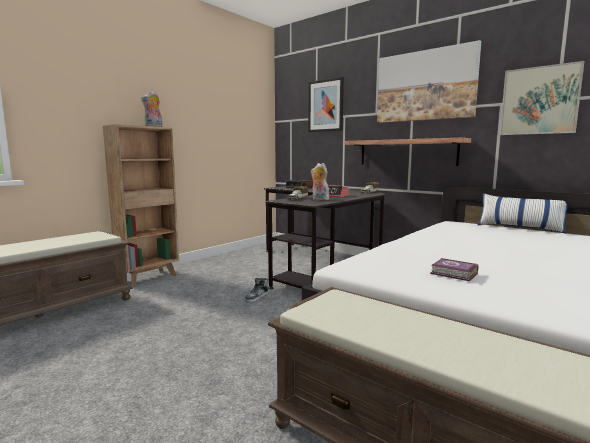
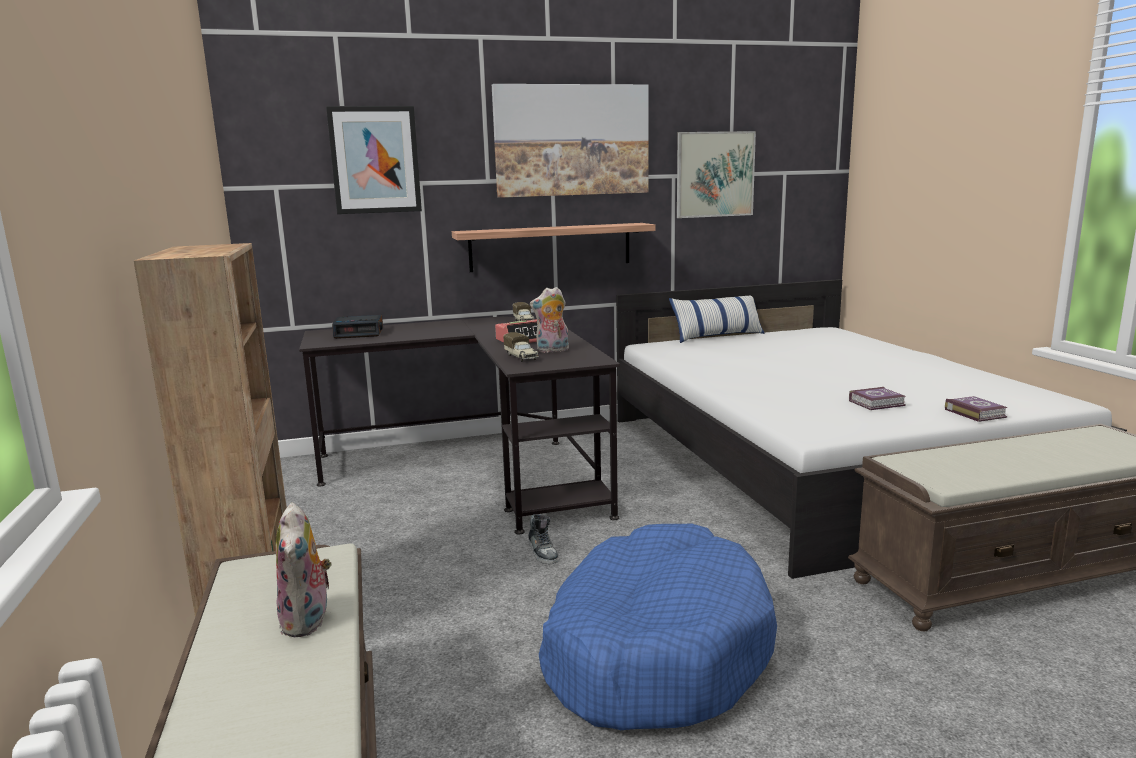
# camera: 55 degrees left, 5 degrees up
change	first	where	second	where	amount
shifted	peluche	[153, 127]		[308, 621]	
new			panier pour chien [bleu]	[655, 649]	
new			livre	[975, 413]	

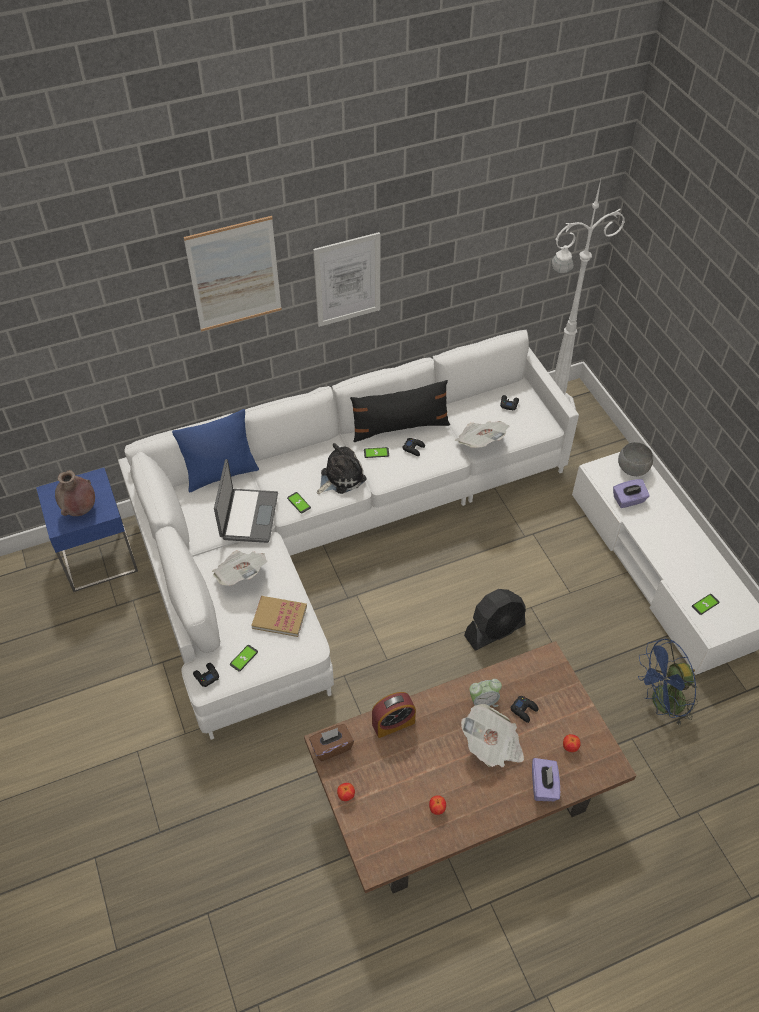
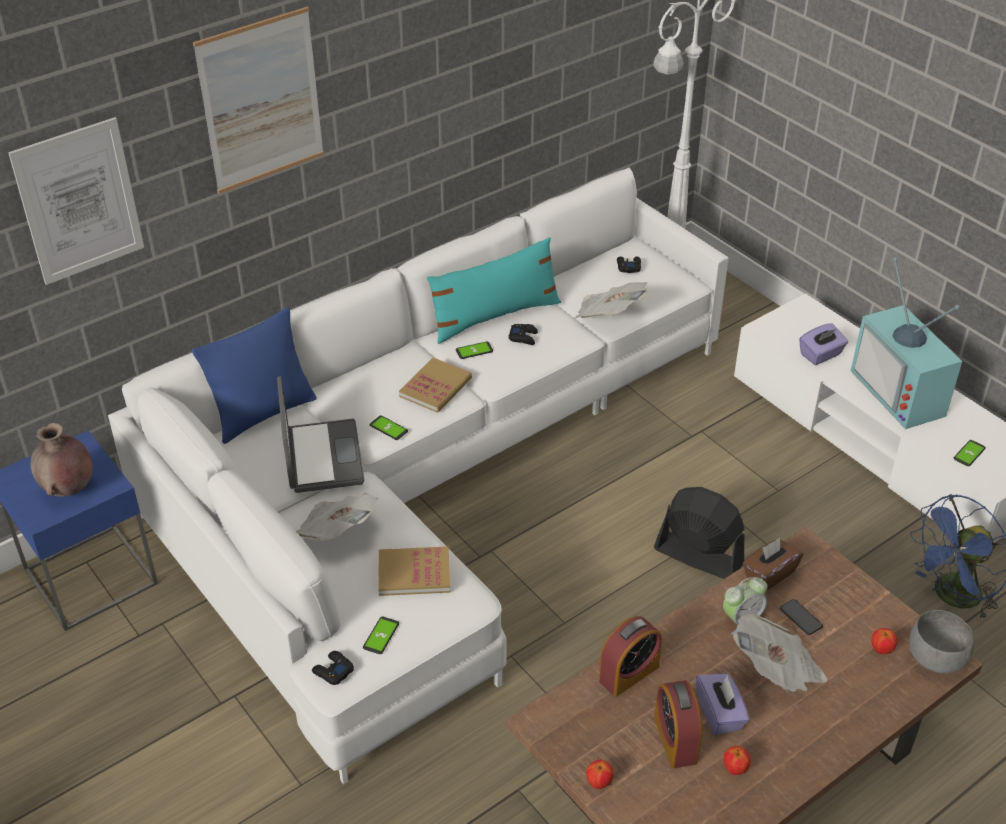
# camera: 15 degrees left, 10 degrees down
change	first	where	second	where	amount
shifted	boîte à mouchoirs [marron]	[331, 747]		[769, 574]	
shifted	tableau	[347, 280]		[79, 201]	
swapped	peluche	[340, 477]	livre	[435, 387]	
repainted	coussin [noir]	[400, 427]	coussin [turquoise]	[494, 316]	
rotated	ventilateur [noir]	[495, 630]		[698, 556]	105 degrees counterclockwise
swapped	manette [noir]	[524, 710]	téléphone	[801, 618]	
shifted	boîte à mouchoirs [violet]	[544, 786]		[720, 714]	
shifted	bol [gris]	[632, 468]		[934, 658]	
new			réveil	[675, 740]	
new			téléviseur	[902, 392]	

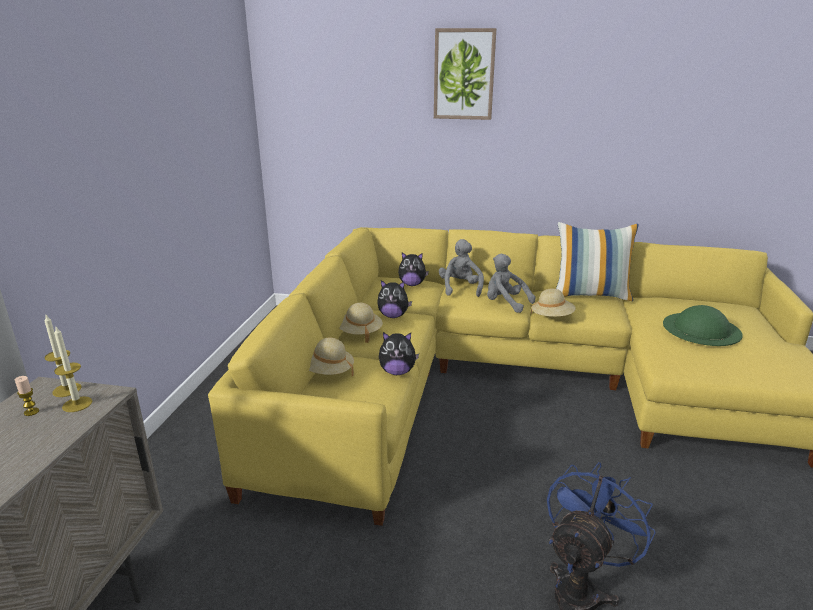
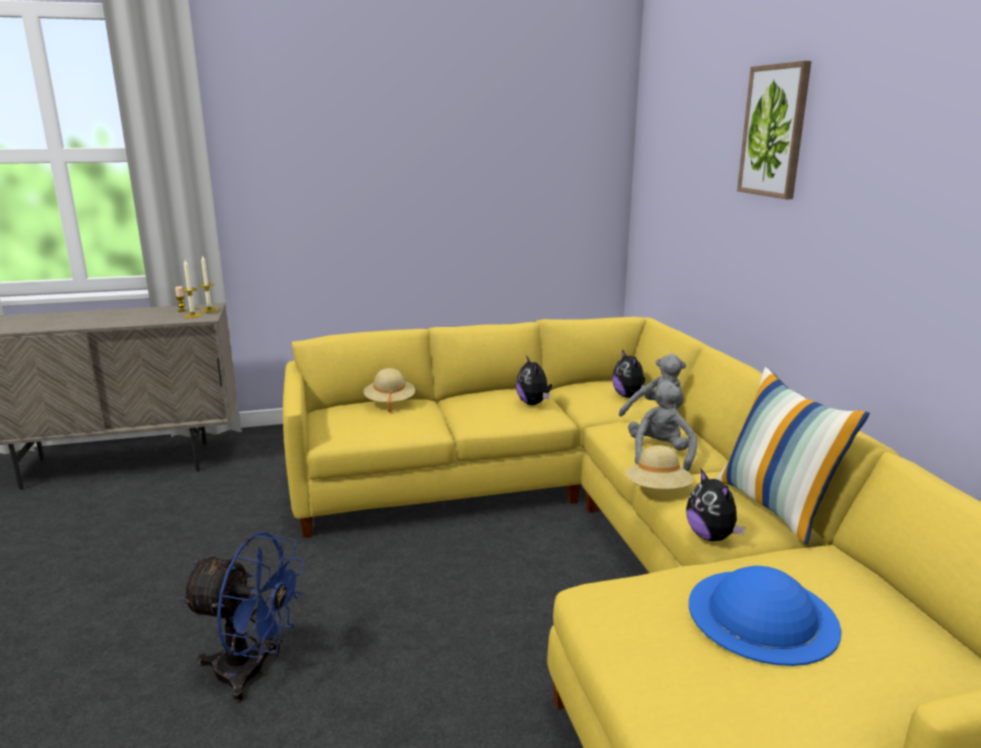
# camera: 65 degrees right, 5 degrees down
change	first	where	second	where	amount
gone	chapeau [beige]	[359, 333]			
shifted	peluche	[397, 372]		[711, 536]	
repainted	chapeau [vert]	[701, 329]	chapeau [bleu]	[762, 615]	

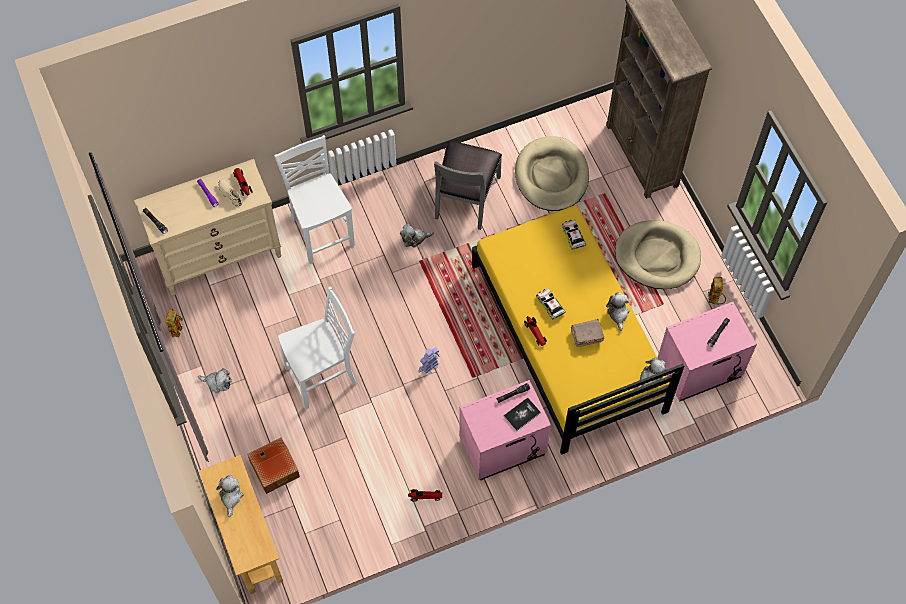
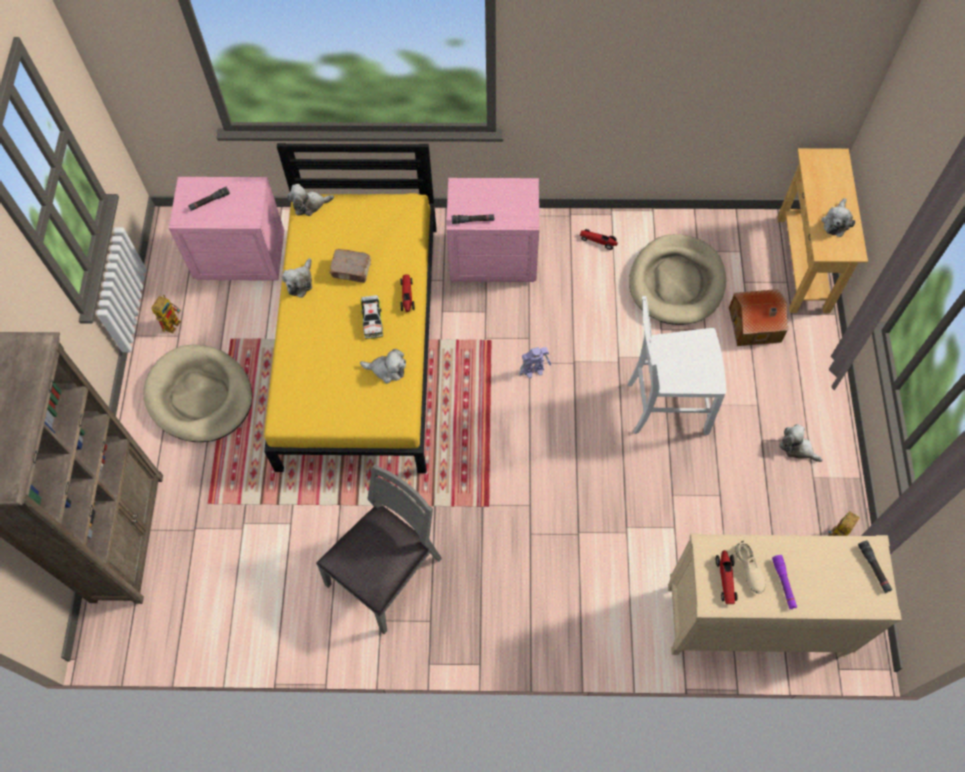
# camera: 155 degrees left, 0 degrees up
change	first	where	second	where	amount
gone	chaise [blanc]	[321, 231]			
shifted	peluche	[414, 238]		[387, 369]	
gone	livre	[522, 414]			
shifted	panier pour chien [beige]	[551, 176]		[677, 282]	
gone	petite voiture	[573, 236]			

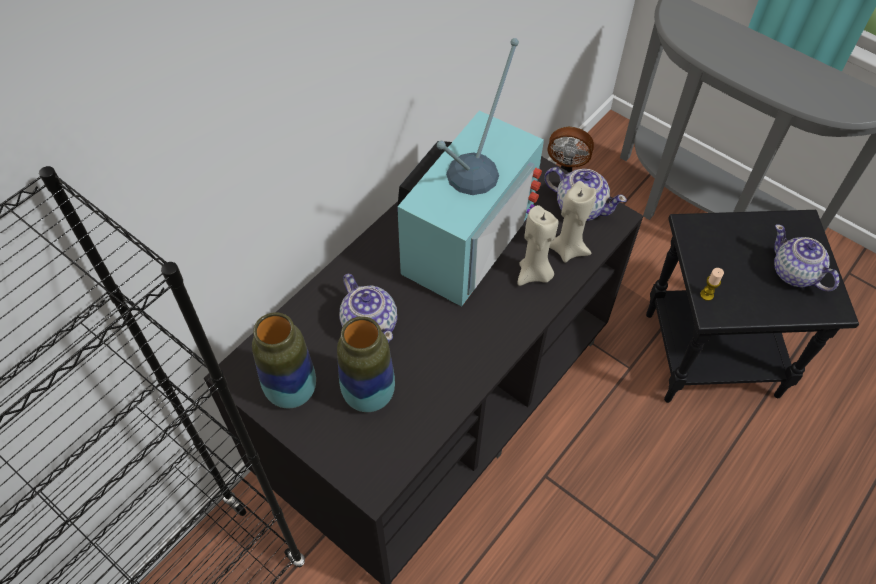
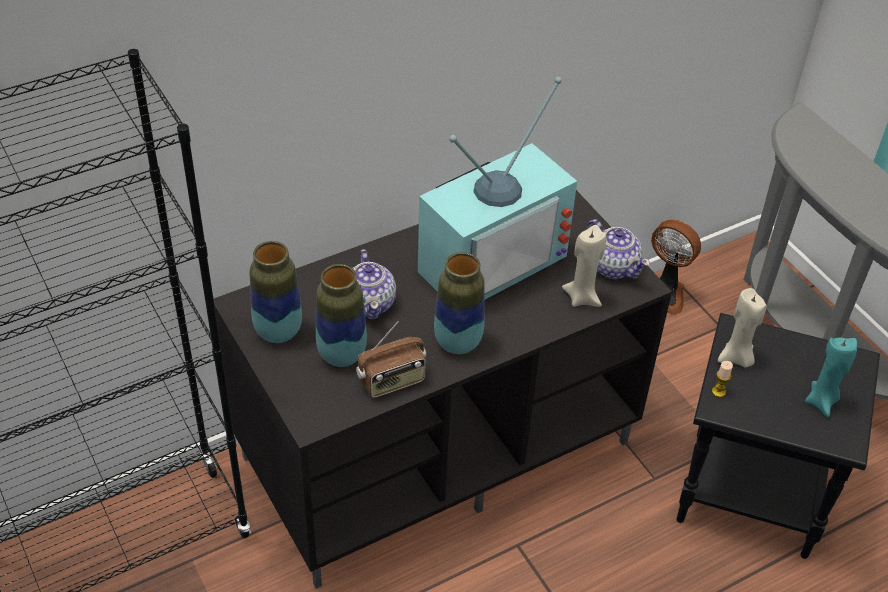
# camera: 20 degrees right, 10 degrees down
change	first	where	second	where	amount
shifted	bougie [beige]	[534, 274]		[736, 358]	
swapped	théière	[794, 273]	bougie [turquoise]	[822, 401]	
new			radio	[392, 381]	
new			vase	[458, 342]	

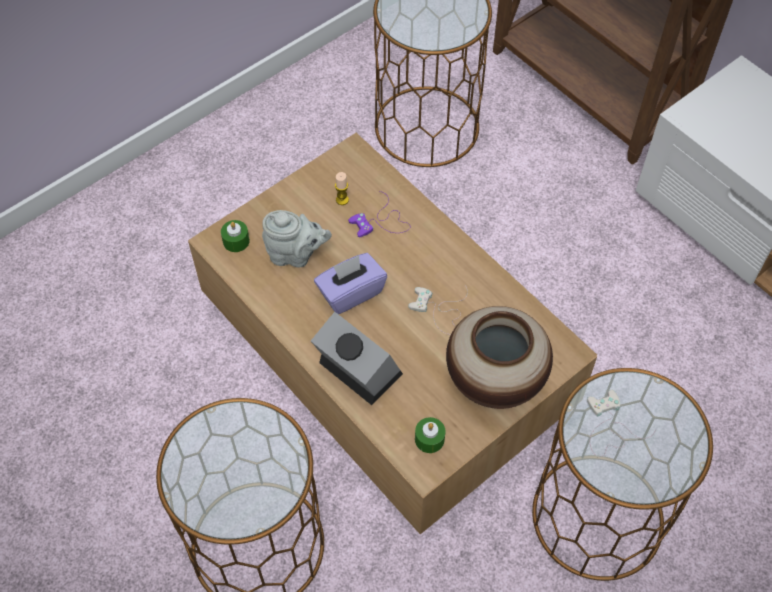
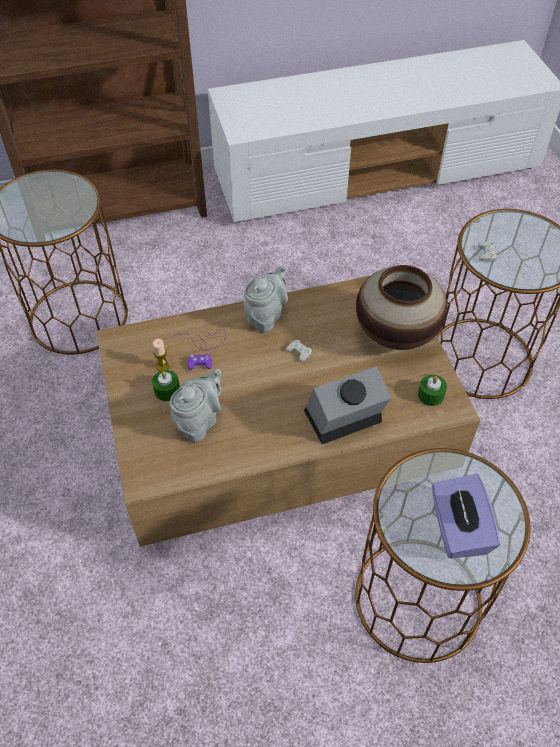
# camera: 65 degrees left, 5 degrees down
change	first	where	second	where	amount
shifted	bougie [vert]	[236, 241]		[167, 390]	
shifted	boîte à mouchoirs [violet]	[350, 293]		[457, 529]	
new			théière [gris]	[266, 316]	

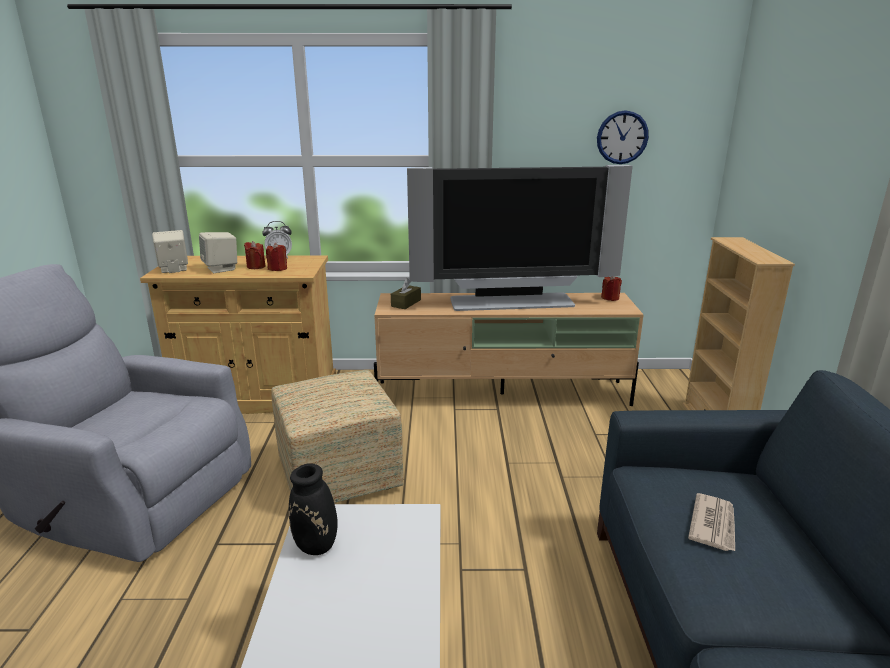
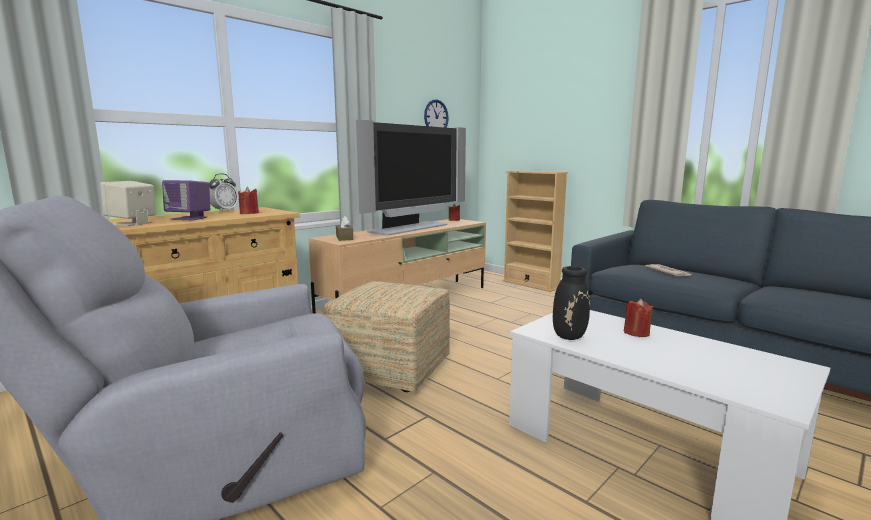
# camera: 45 degrees left, 10 degrees down
change	first	where	second	where	amount
repainted	enceinte [beige]	[221, 269]	enceinte [violet]	[190, 218]	
shifted	bougie [rouge]	[256, 266]		[636, 332]	

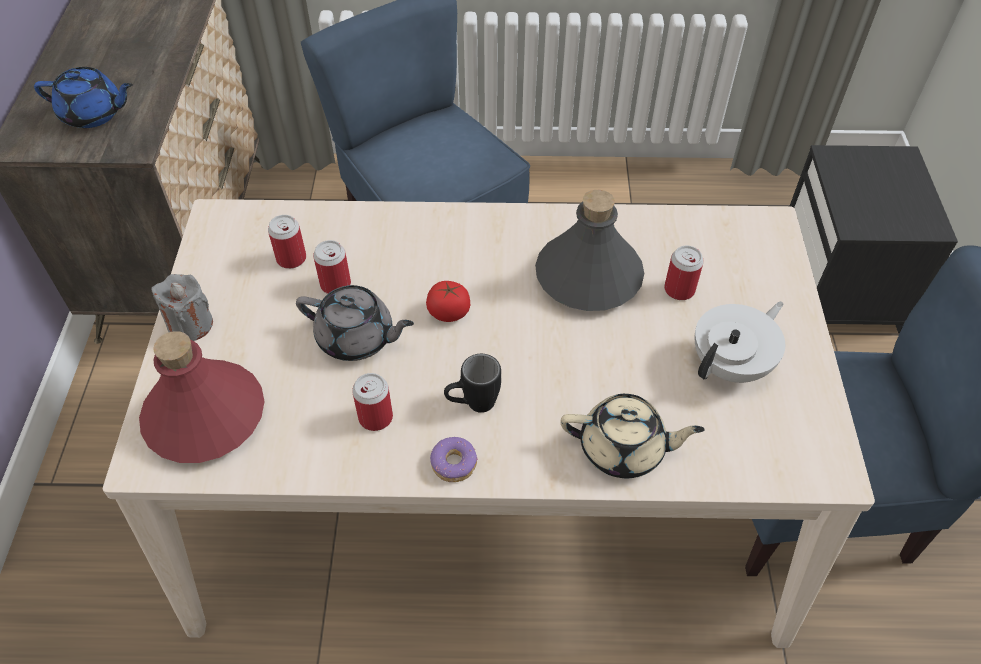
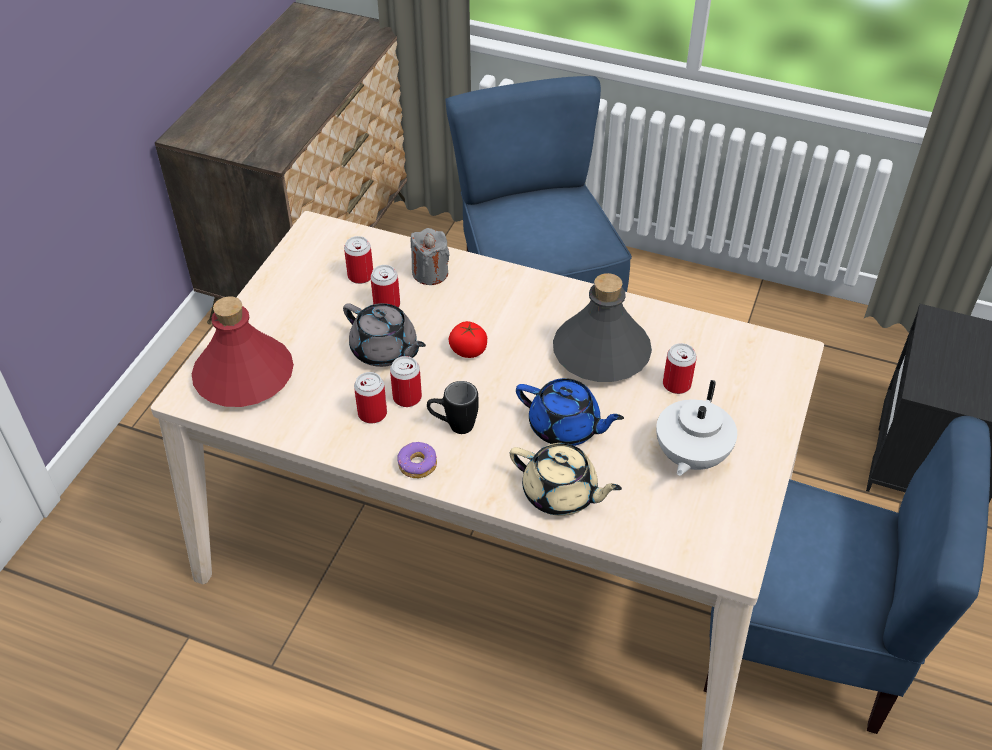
# camera: 20 degrees right, 5 degrees down
change	first	where	second	where	amount
shifted	théière [bleu]	[94, 114]		[565, 427]	
shifted	bougie [gris]	[190, 325]		[430, 273]	
rotated	théière [blanc]	[731, 365]		[690, 456]	135 degrees clockwise
new			boîte métallique	[407, 397]	

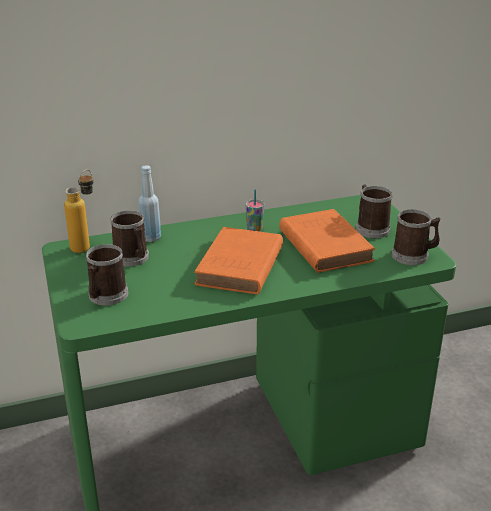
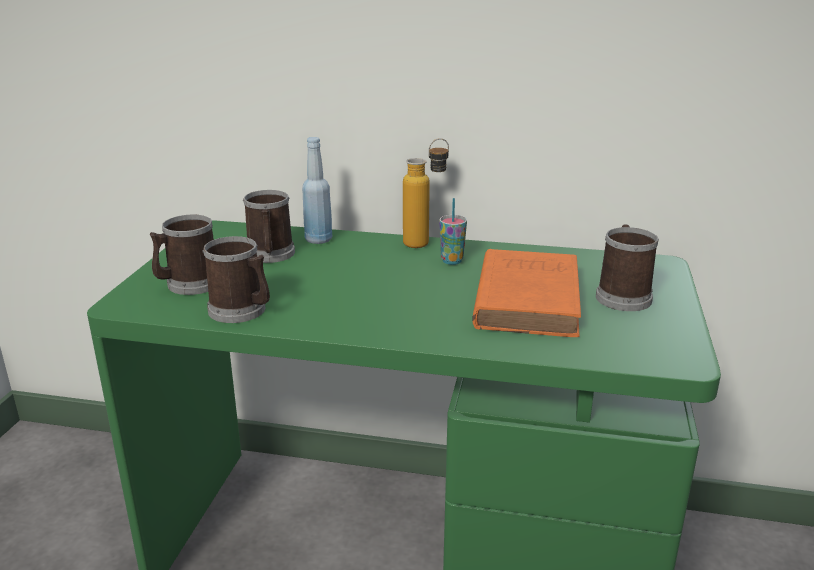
# camera: 30 degrees right, 5 degrees down
change	first	where	second	where	amount
shifted	bouteille	[86, 245]		[425, 242]	
gone	livre [orange]	[239, 267]			
shifted	mug	[414, 255]		[242, 311]	

